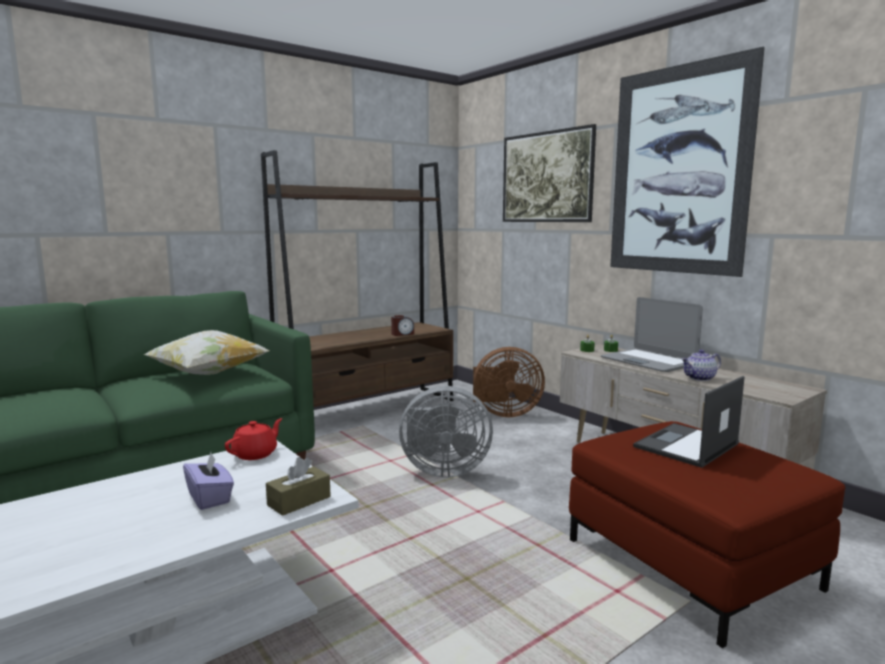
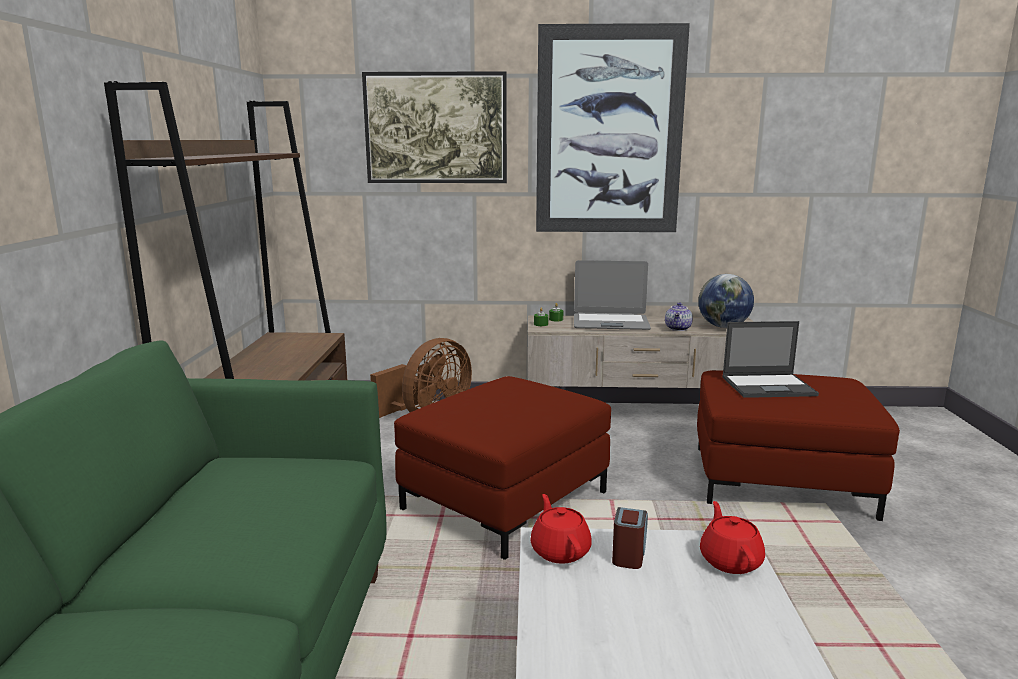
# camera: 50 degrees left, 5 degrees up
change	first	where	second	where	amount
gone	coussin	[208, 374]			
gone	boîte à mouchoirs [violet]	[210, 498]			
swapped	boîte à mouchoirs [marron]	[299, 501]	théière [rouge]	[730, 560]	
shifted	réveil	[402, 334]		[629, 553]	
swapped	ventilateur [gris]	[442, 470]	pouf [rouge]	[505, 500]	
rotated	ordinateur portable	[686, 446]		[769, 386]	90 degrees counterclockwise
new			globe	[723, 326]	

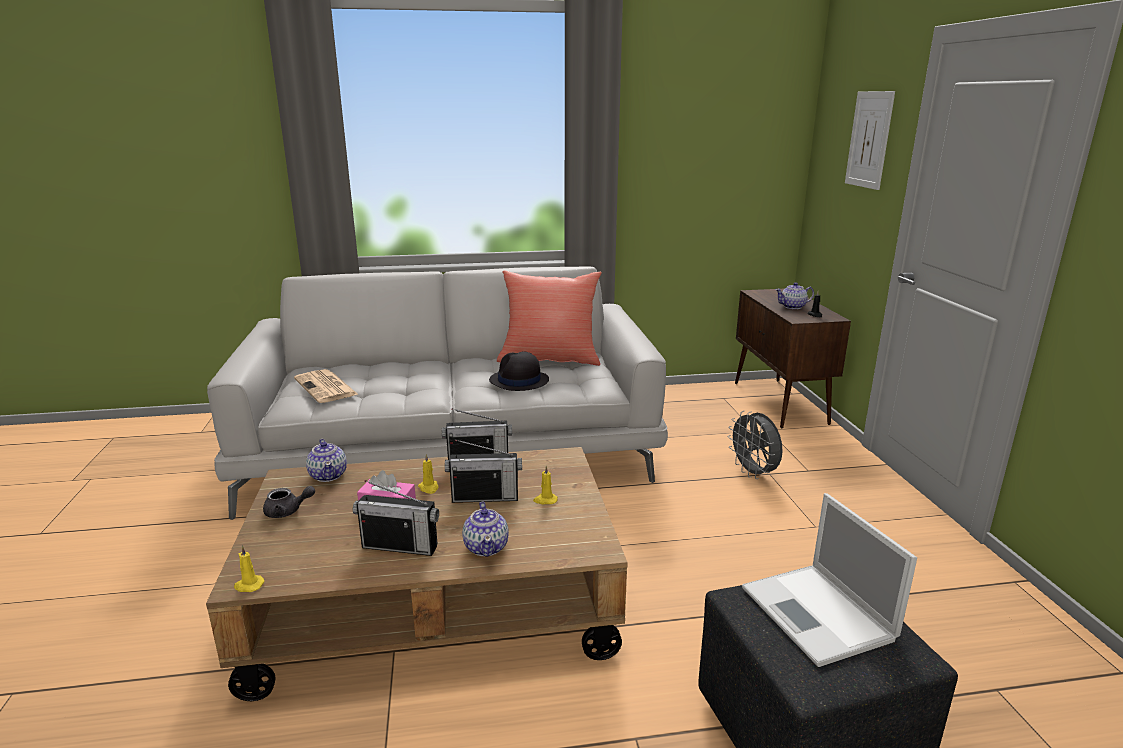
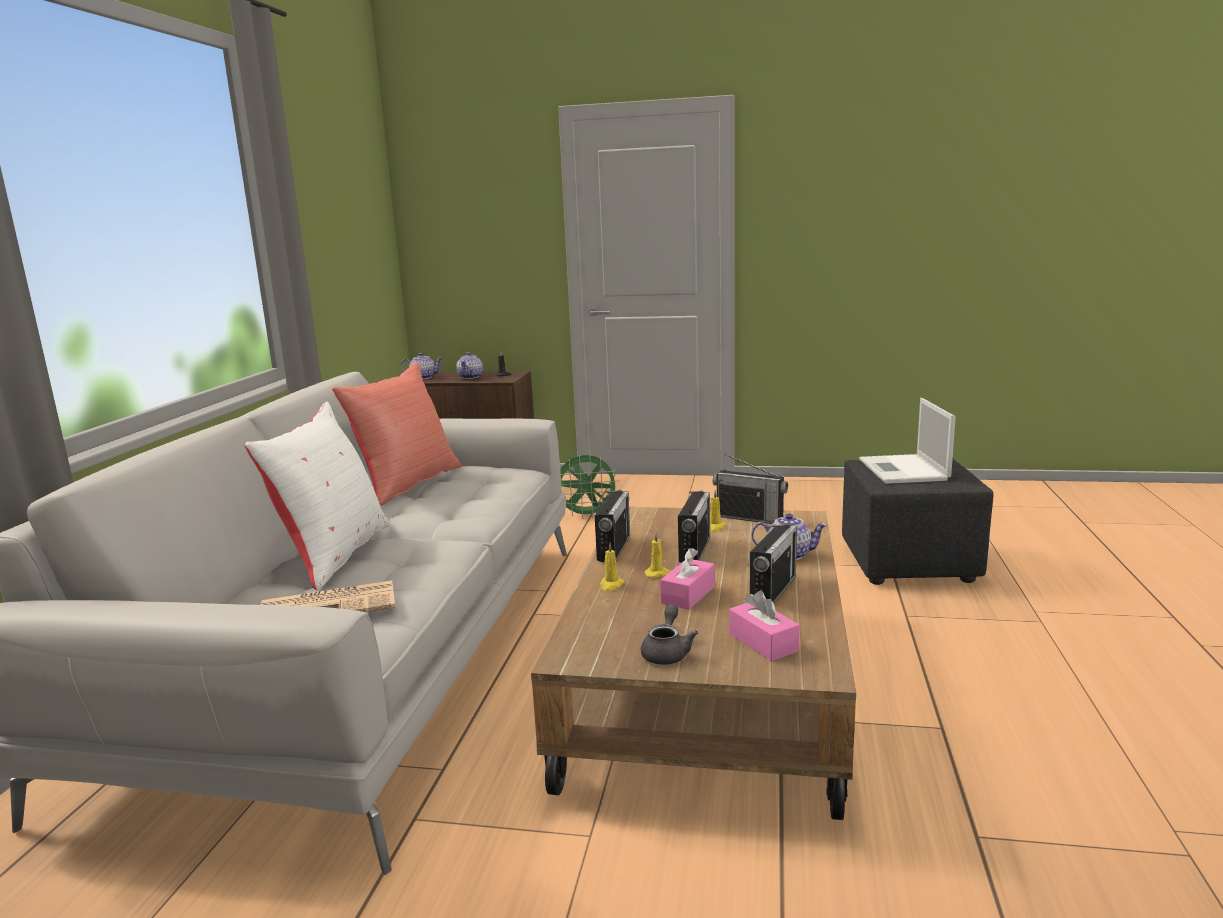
# camera: 70 degrees left, 5 degrees down
change	first	where	second	where	amount
shifted	bougie [jaune]	[248, 585]		[611, 585]	
shifted	théière	[328, 475]		[423, 377]	
gone	chapeau [noir]	[518, 381]			
repainted	ventilateur [gris]	[753, 473]	ventilateur [vert]	[587, 515]	
rotated	ordinateur portable	[819, 615]		[904, 470]	90 degrees clockwise
gone	tableau	[869, 140]			
new			coussin [blanc]	[334, 555]	
new			radio	[750, 518]	
new			boîte à mouchoirs [rose]	[763, 642]	

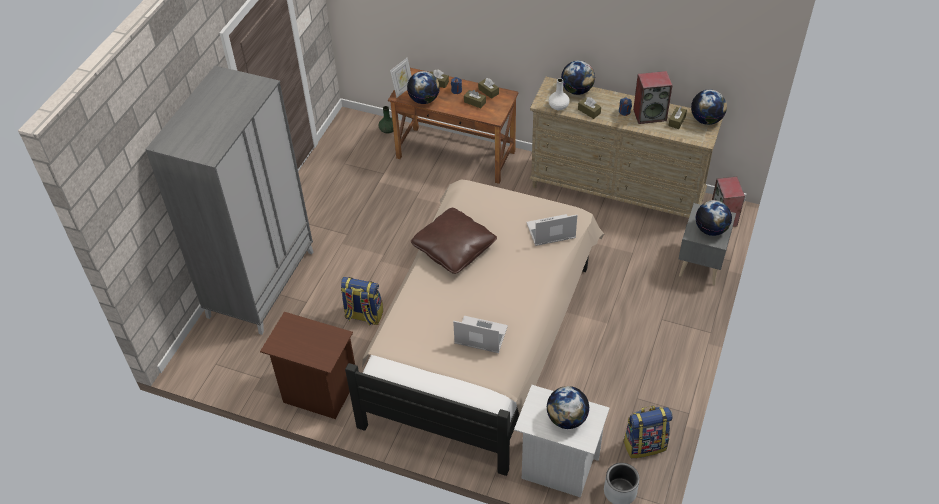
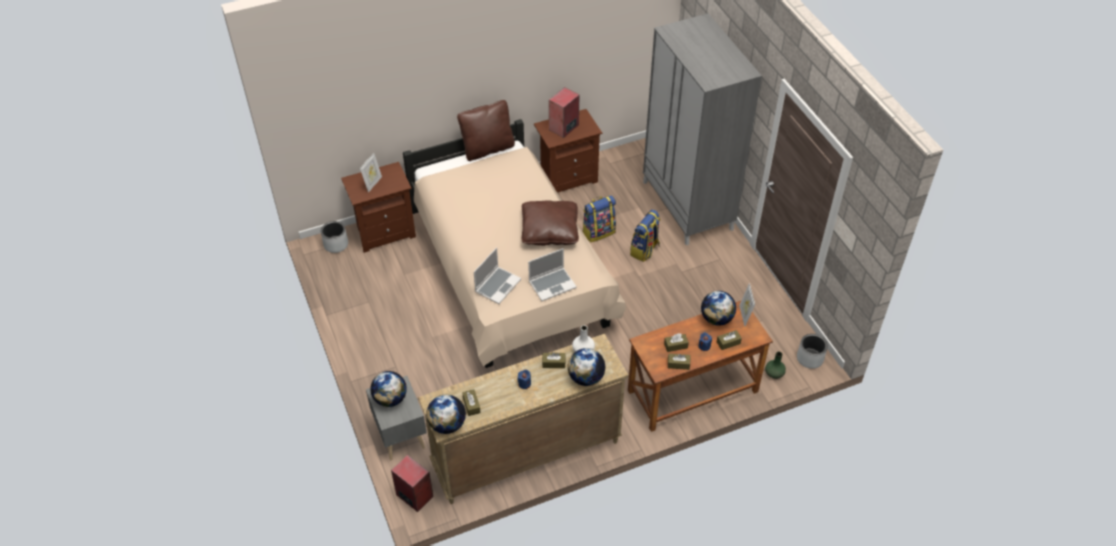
# camera: 135 degrees right, 0 degrees up
change	first	where	second	where	amount
shifted	ordinateur portable	[480, 336]		[552, 284]	
repainted	table de chevet [blanc]	[557, 468]	table de chevet [marron]	[385, 232]	
swapped	globe	[566, 419]	cadre photo	[373, 183]	
shifted	sac à dos	[644, 444]		[645, 250]	
shifted	enceinte	[650, 114]		[564, 127]	
new			coussin [marron]	[487, 149]	
new			cache-pot [gris]	[809, 358]	

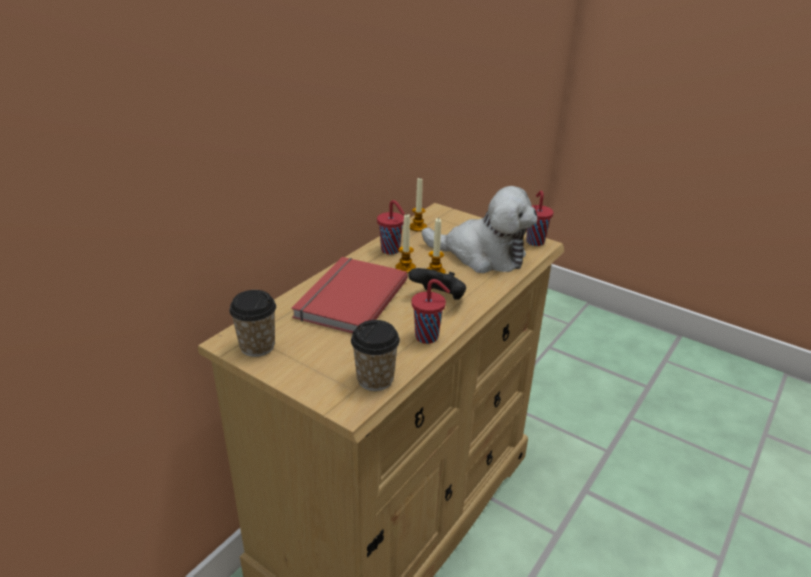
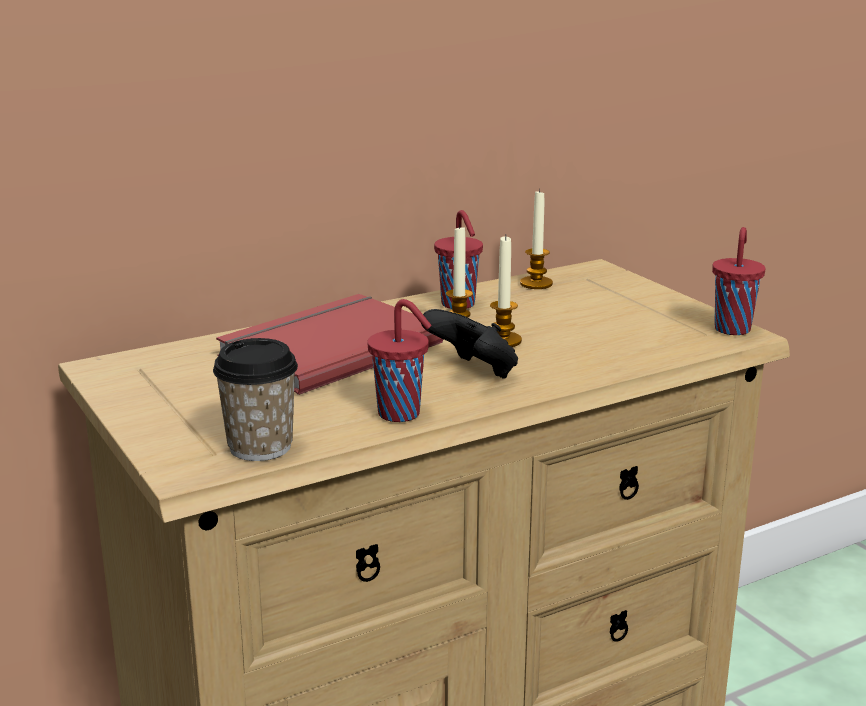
# camera: 25 degrees right, 10 degrees down
change	first	where	second	where	amount
gone	tasse	[257, 346]			
gone	peluche	[482, 255]			

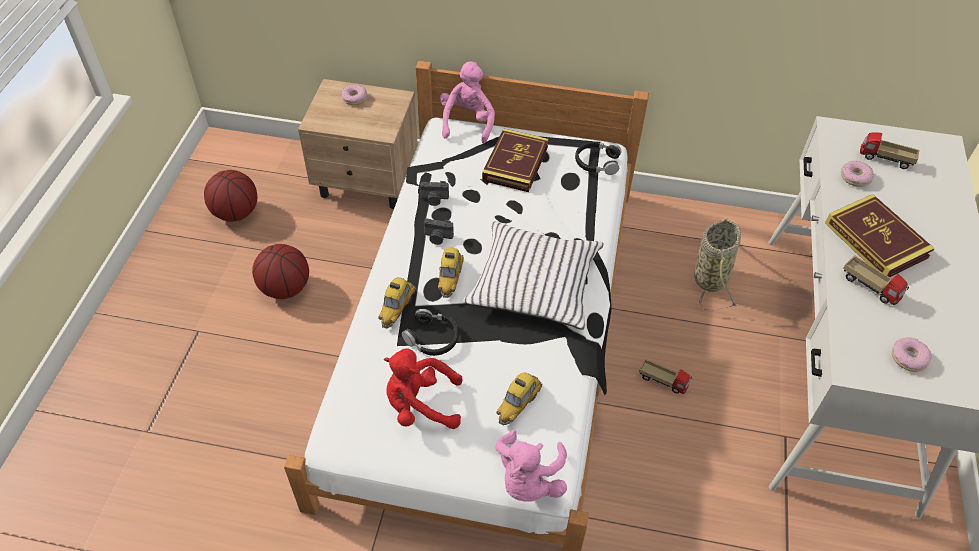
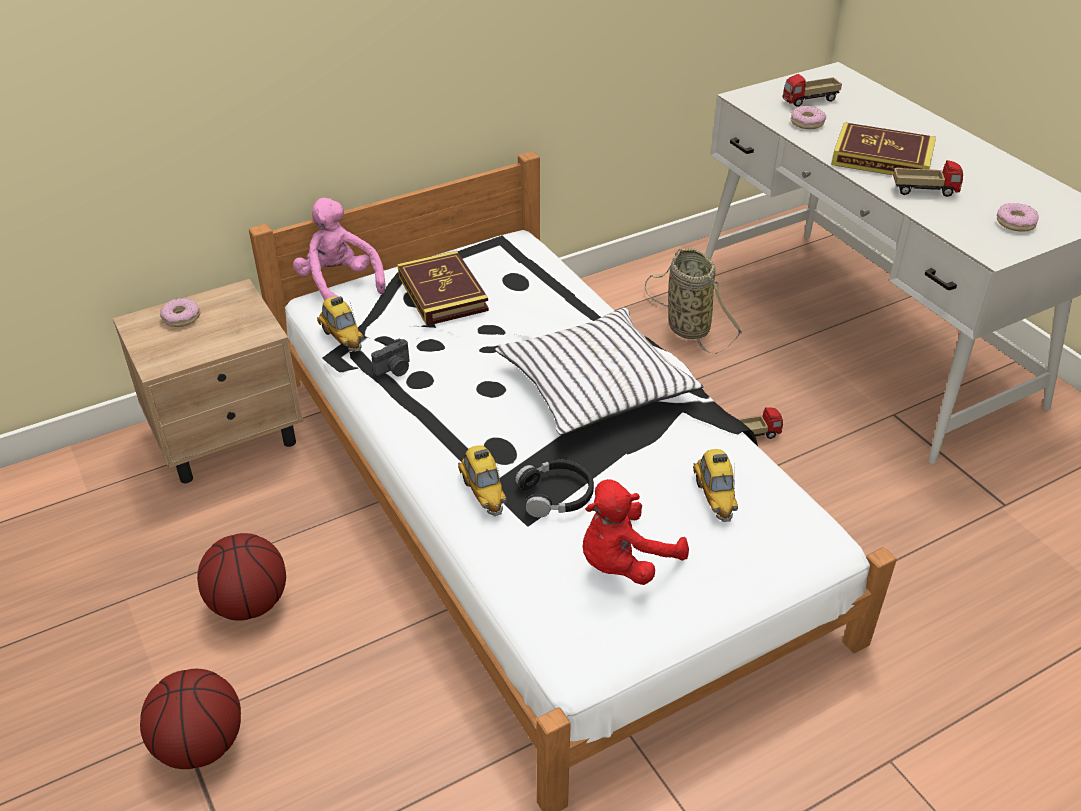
# camera: 40 degrees left, 10 degrees down
change	first	where	second	where	amount
shifted	ballon de basket	[236, 212]		[200, 744]	
gone	appareil photo	[438, 238]			
shifted	petite voiture	[450, 278]		[342, 337]	
gone	peluche [rose]	[528, 480]			
gone	casque audio [noir]	[597, 162]			

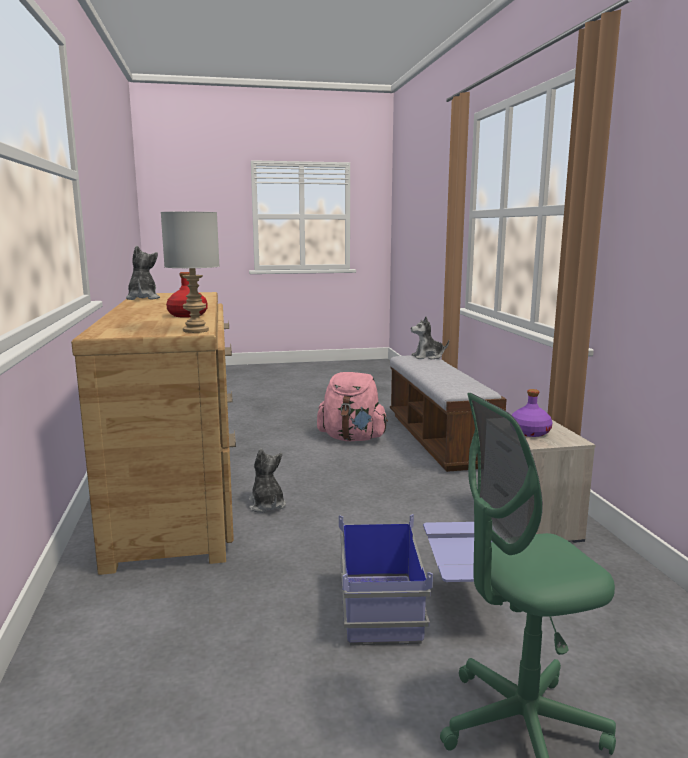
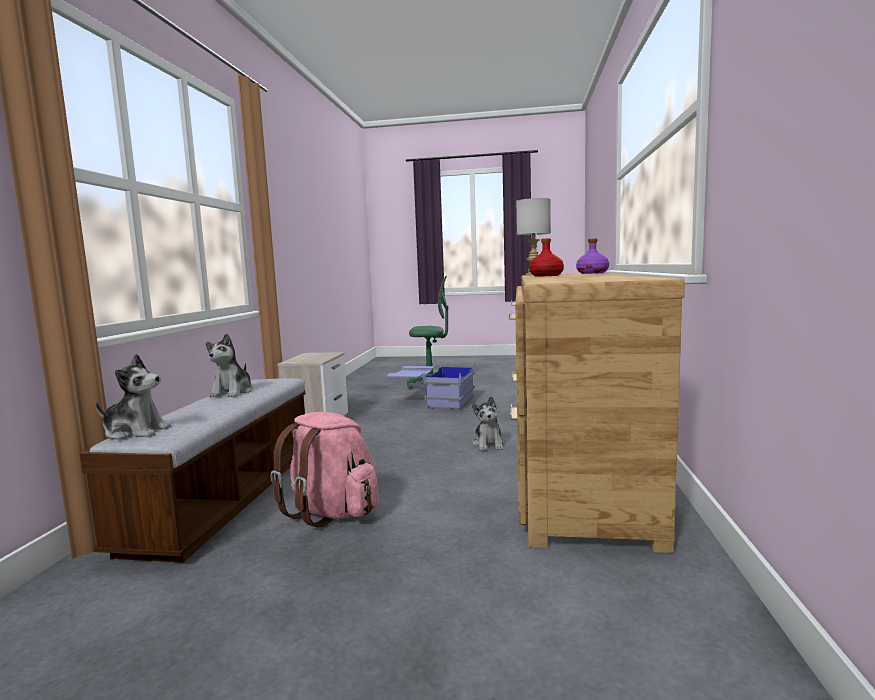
# camera: 160 degrees left, 5 degrees down
change	first	where	second	where	amount
shifted	peluche	[143, 298]		[232, 392]	
shifted	bouteille [violet]	[529, 432]		[592, 273]	

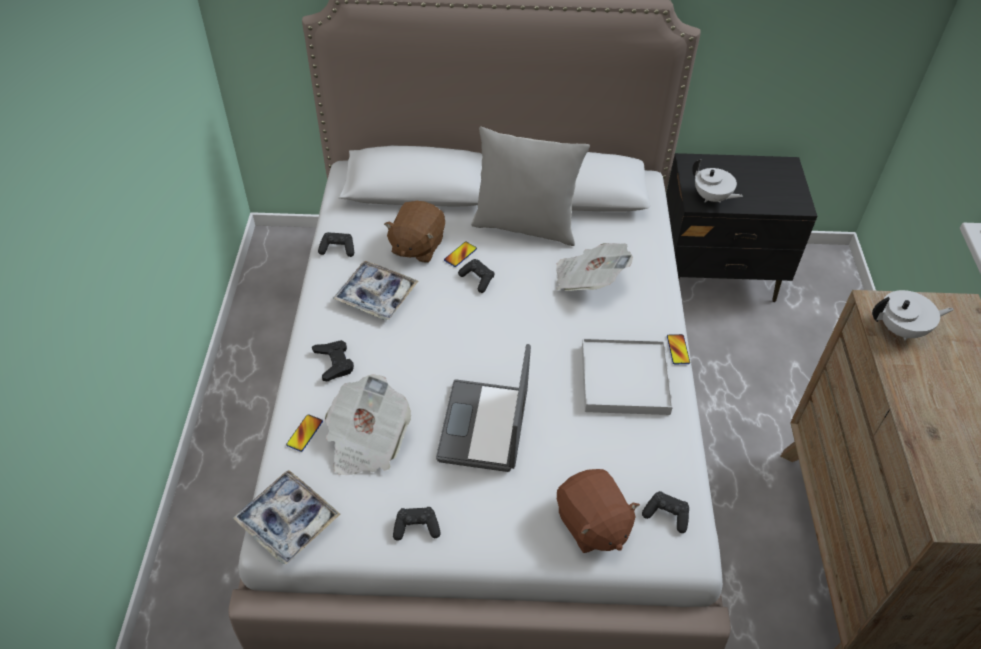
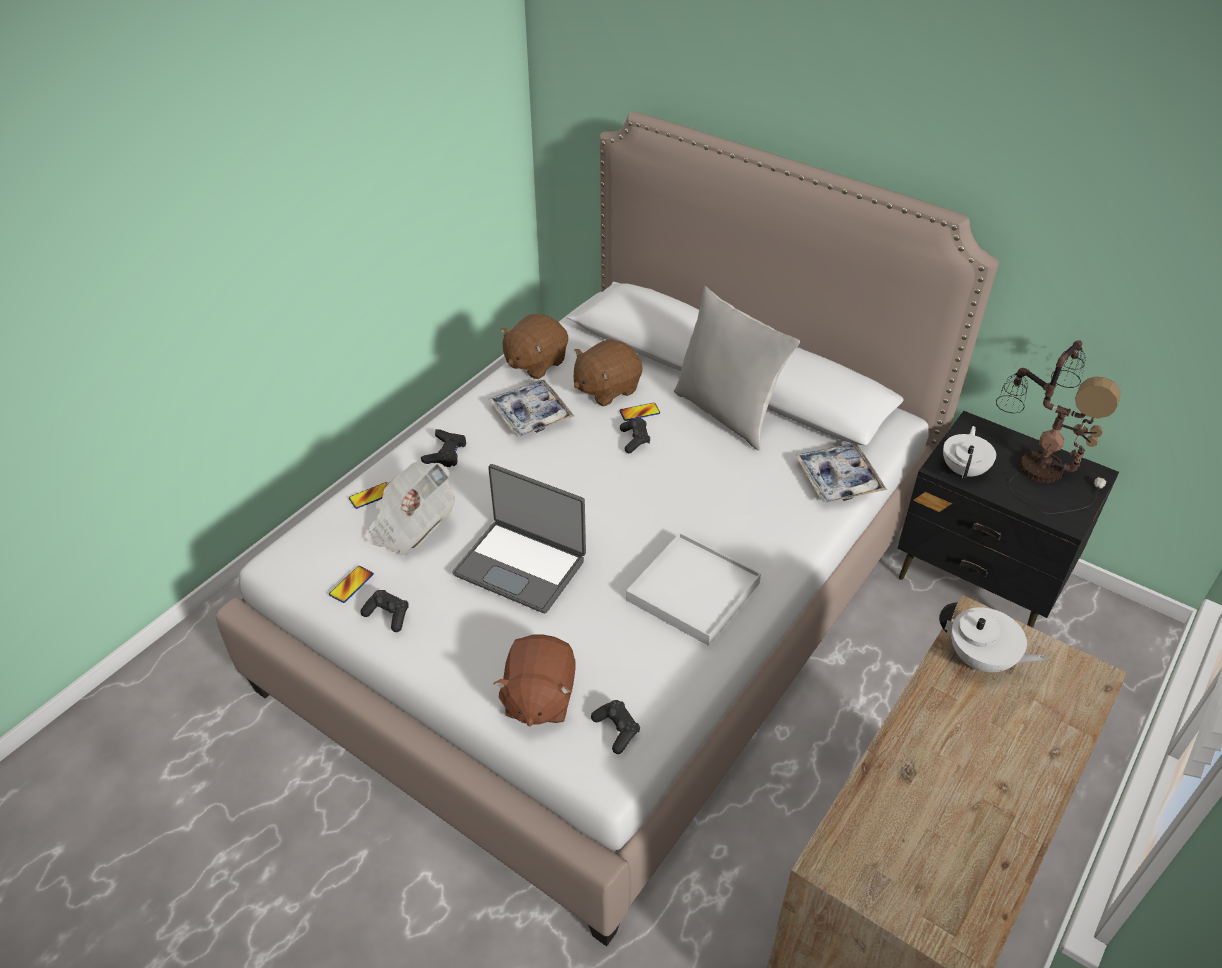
# camera: 35 degrees right, 5 degrees down
change	first	where	second	where	amount
shifted	plateau	[288, 521]		[838, 479]	
swapped	manette [noir]	[338, 249]	peluche [marron]	[535, 363]	
rotated	ordinateur portable	[485, 427]		[521, 566]	105 degrees counterclockwise
gone	journal	[588, 280]			
shifted	téléphone	[678, 350]		[351, 585]	
rotated	théière [blanc]	[711, 198]		[964, 470]	150 degrees counterclockwise
new			lampe de table	[1038, 467]	

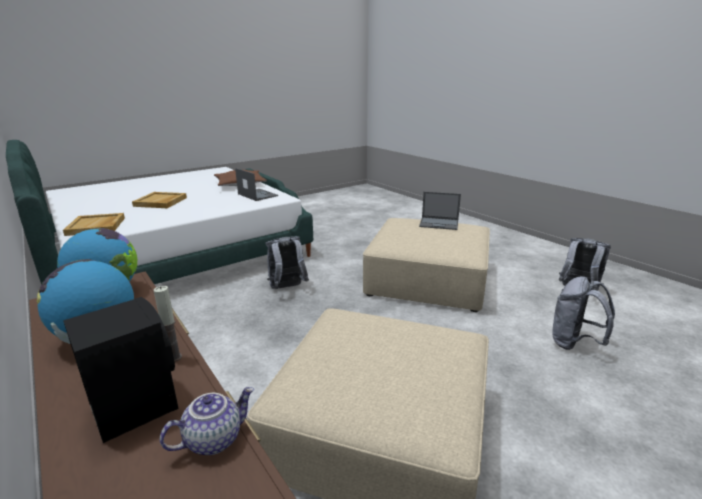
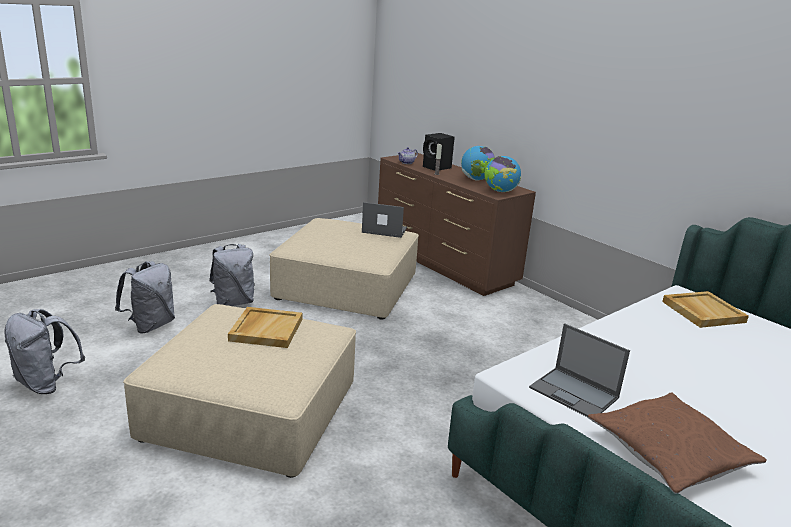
# camera: 175 degrees right, 0 degrees up
change	first	where	second	where	amount
shifted	plateau [beige]	[160, 202]		[266, 329]	
shifted	sac à dos [gris]	[287, 288]		[233, 302]	
shifted	ordinateur portable	[439, 223]		[383, 230]	

